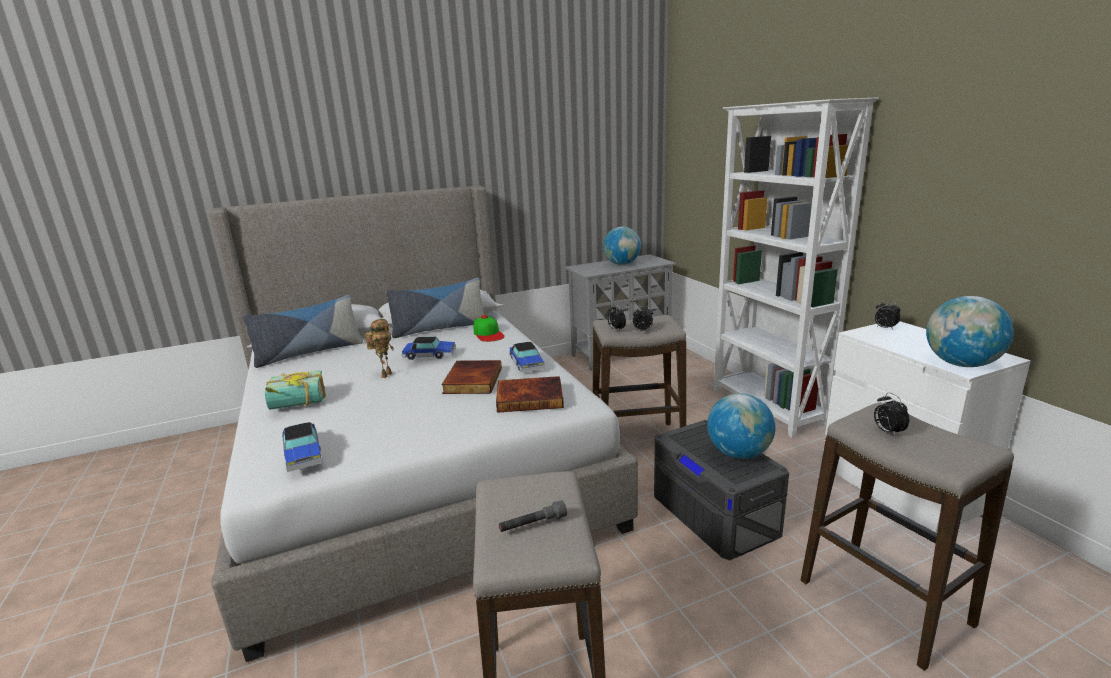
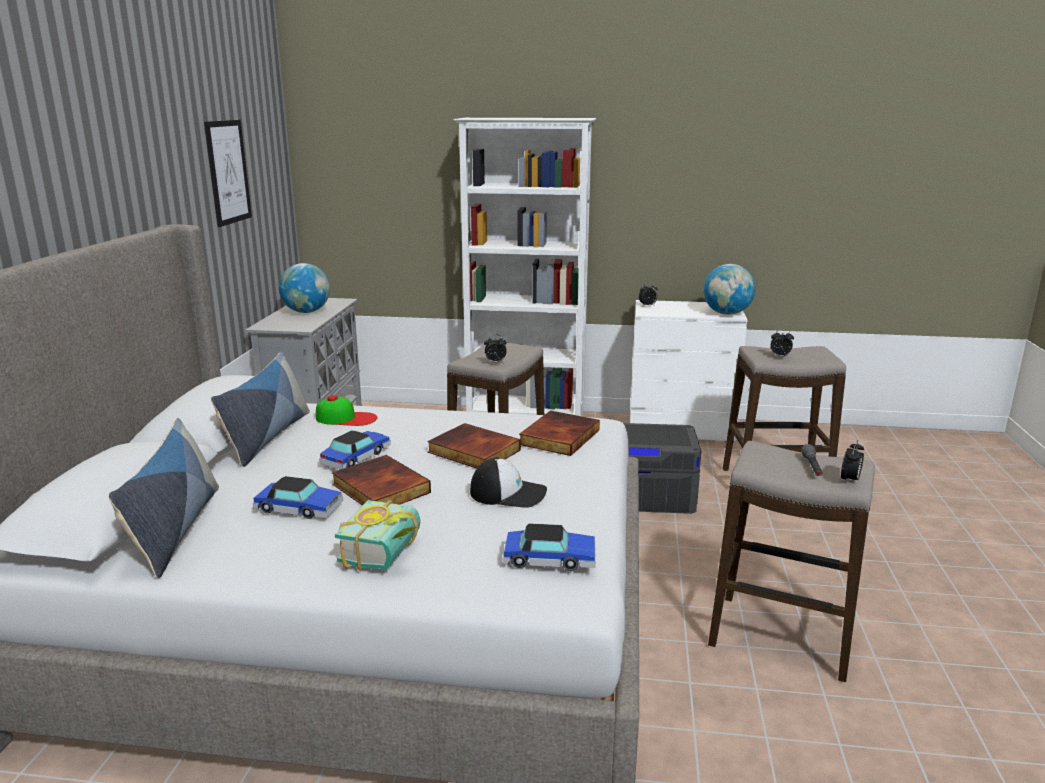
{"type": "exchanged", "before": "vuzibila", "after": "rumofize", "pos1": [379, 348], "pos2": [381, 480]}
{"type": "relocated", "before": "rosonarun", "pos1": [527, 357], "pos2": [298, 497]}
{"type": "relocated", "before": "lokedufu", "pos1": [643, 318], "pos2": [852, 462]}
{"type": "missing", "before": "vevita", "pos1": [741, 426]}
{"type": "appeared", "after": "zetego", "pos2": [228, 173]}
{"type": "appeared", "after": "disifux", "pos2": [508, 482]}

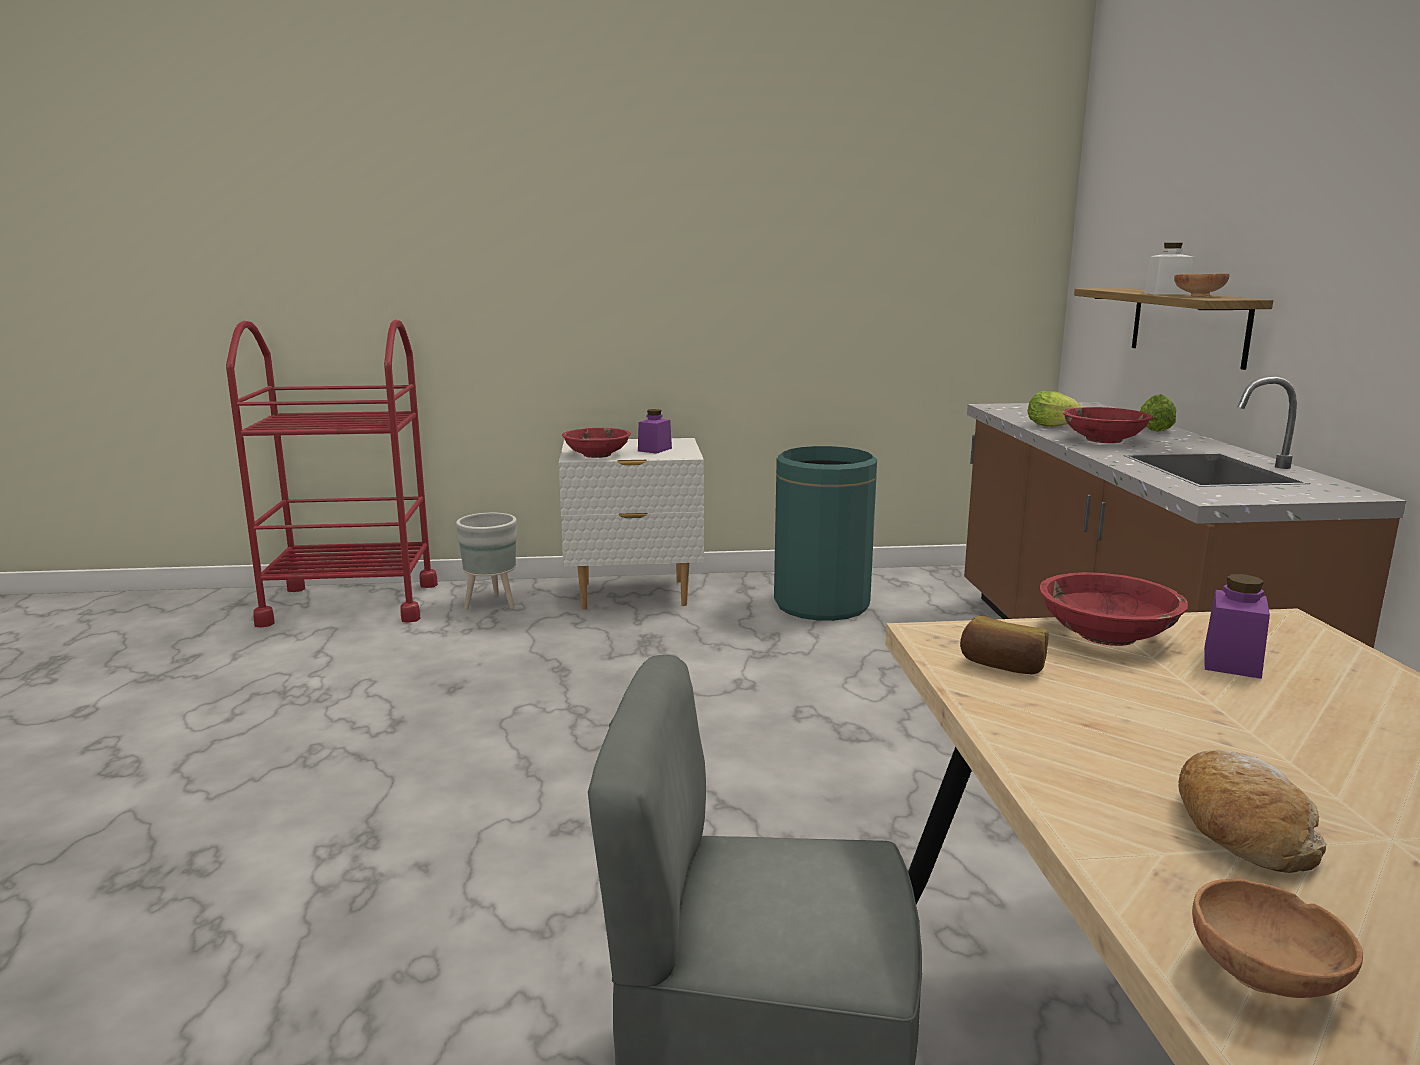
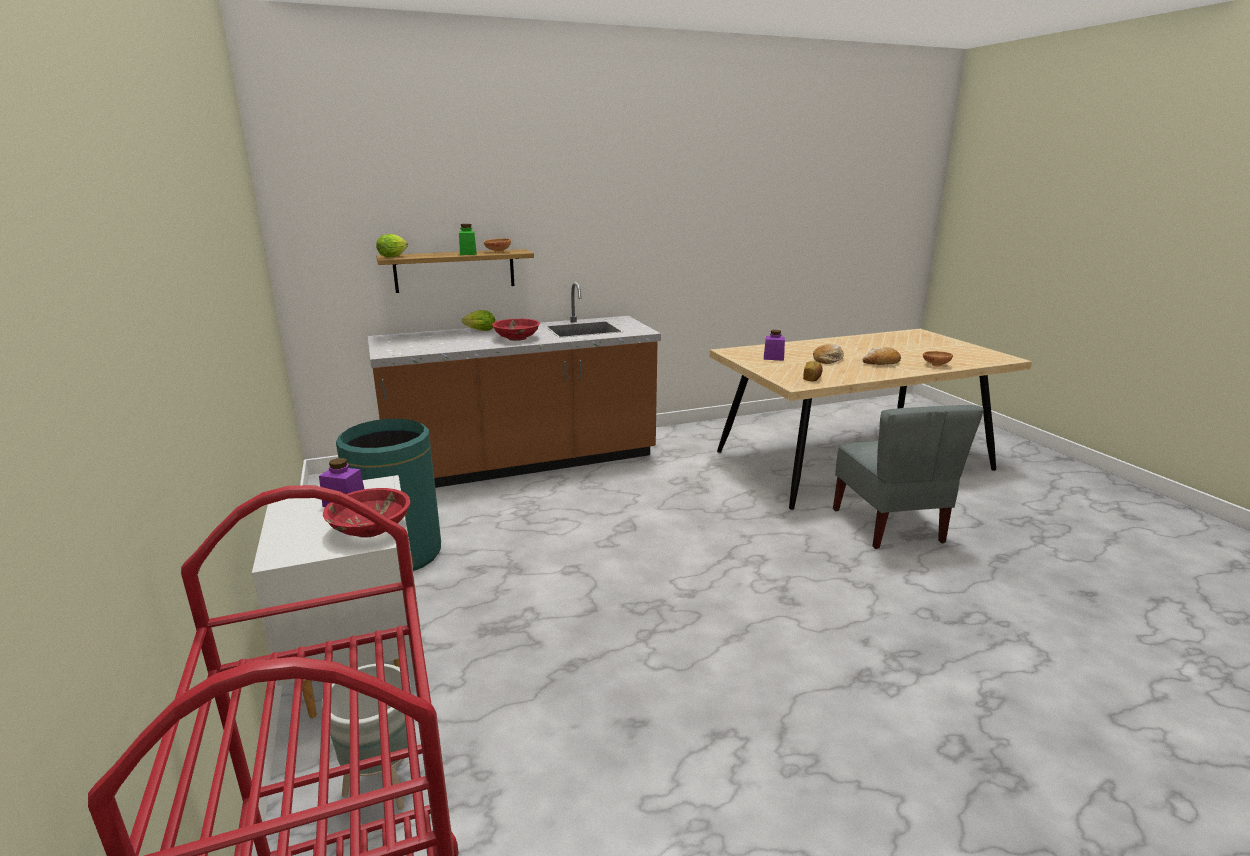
{"type": "relocated", "before": "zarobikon", "pos1": [1055, 409], "pos2": [392, 246]}
{"type": "missing", "before": "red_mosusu", "pos1": [1113, 609]}
{"type": "colour", "before": "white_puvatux", "after": "green_puvatux", "pos1": [1168, 269], "pos2": [468, 239]}
{"type": "appeared", "after": "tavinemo", "pos2": [828, 354]}

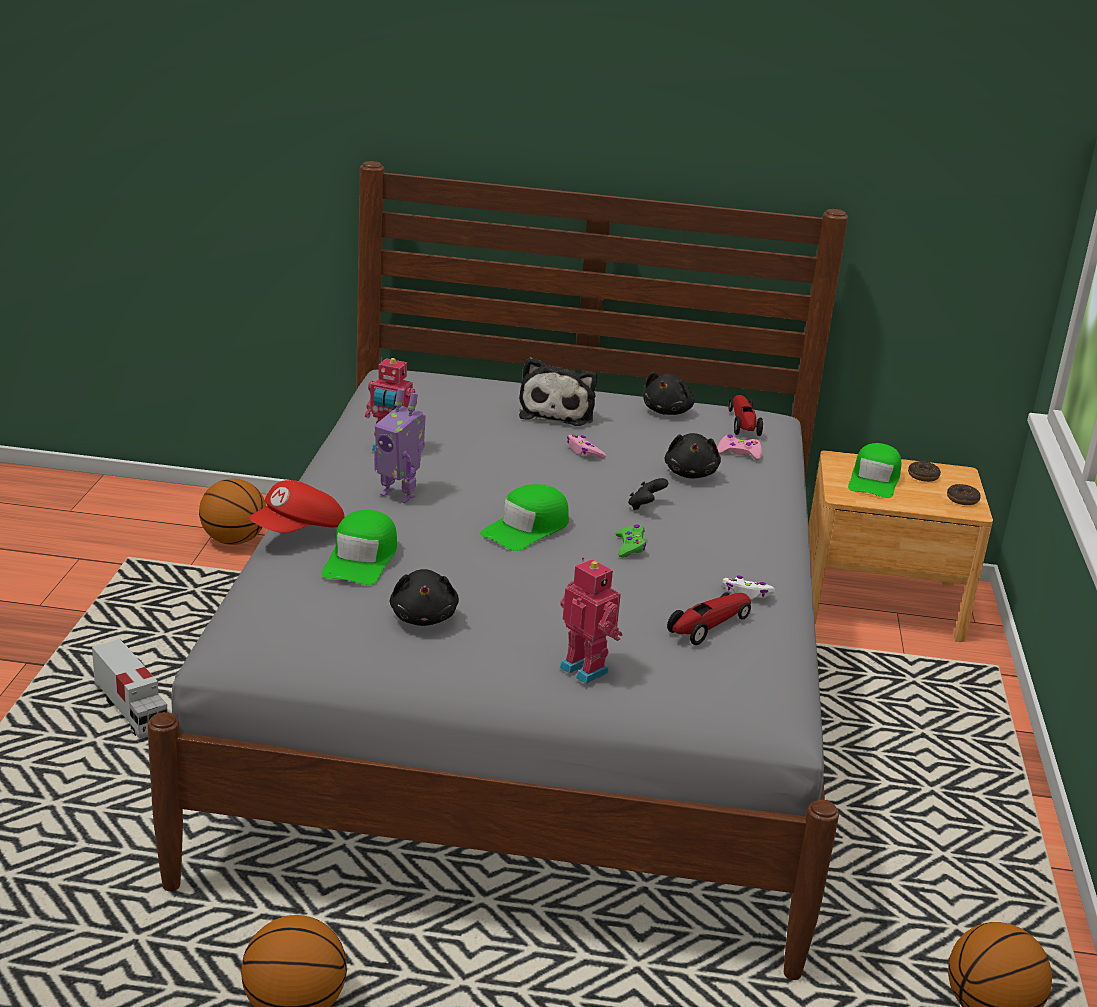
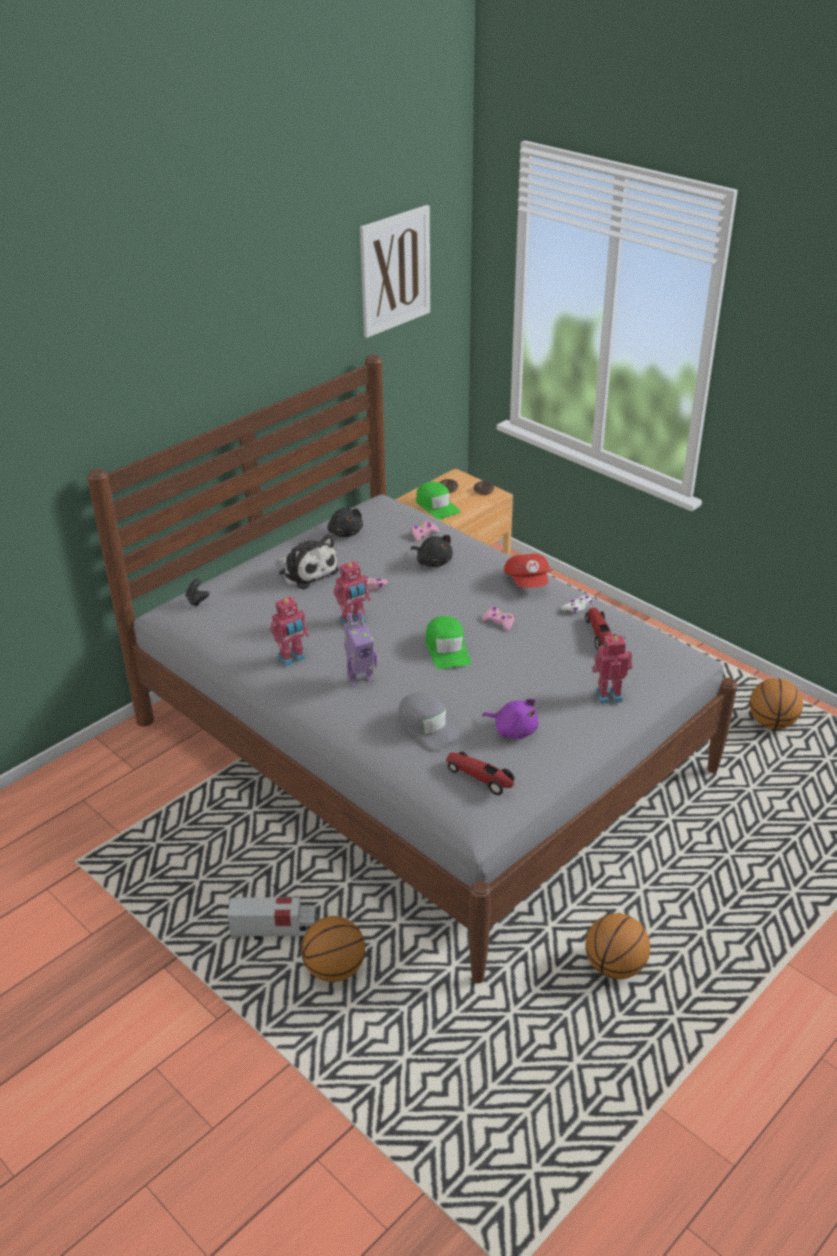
{"type": "relocated", "before": "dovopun", "pos1": [232, 512], "pos2": [333, 949]}
{"type": "relocated", "before": "red_disifux", "pos1": [297, 506], "pos2": [527, 570]}
{"type": "colour", "before": "green_disifux", "after": "grey_disifux", "pos1": [359, 547], "pos2": [430, 721]}
{"type": "colour", "before": "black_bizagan", "after": "purple_bizagan", "pos1": [424, 597], "pos2": [510, 719]}
{"type": "colour", "before": "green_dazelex", "after": "pink_dazelex", "pos1": [631, 540], "pos2": [498, 619]}
{"type": "relocated", "before": "black_dazelex", "pos1": [648, 494], "pos2": [197, 592]}
{"type": "relocated", "before": "rosonarun", "pos1": [746, 415], "pos2": [480, 773]}
{"type": "appeared", "after": "vuzibila", "pos2": [352, 592]}
{"type": "appeared", "after": "zetego", "pos2": [395, 271]}

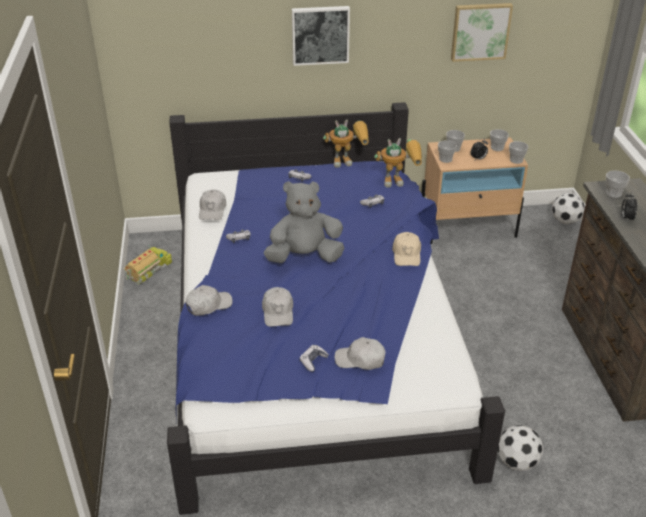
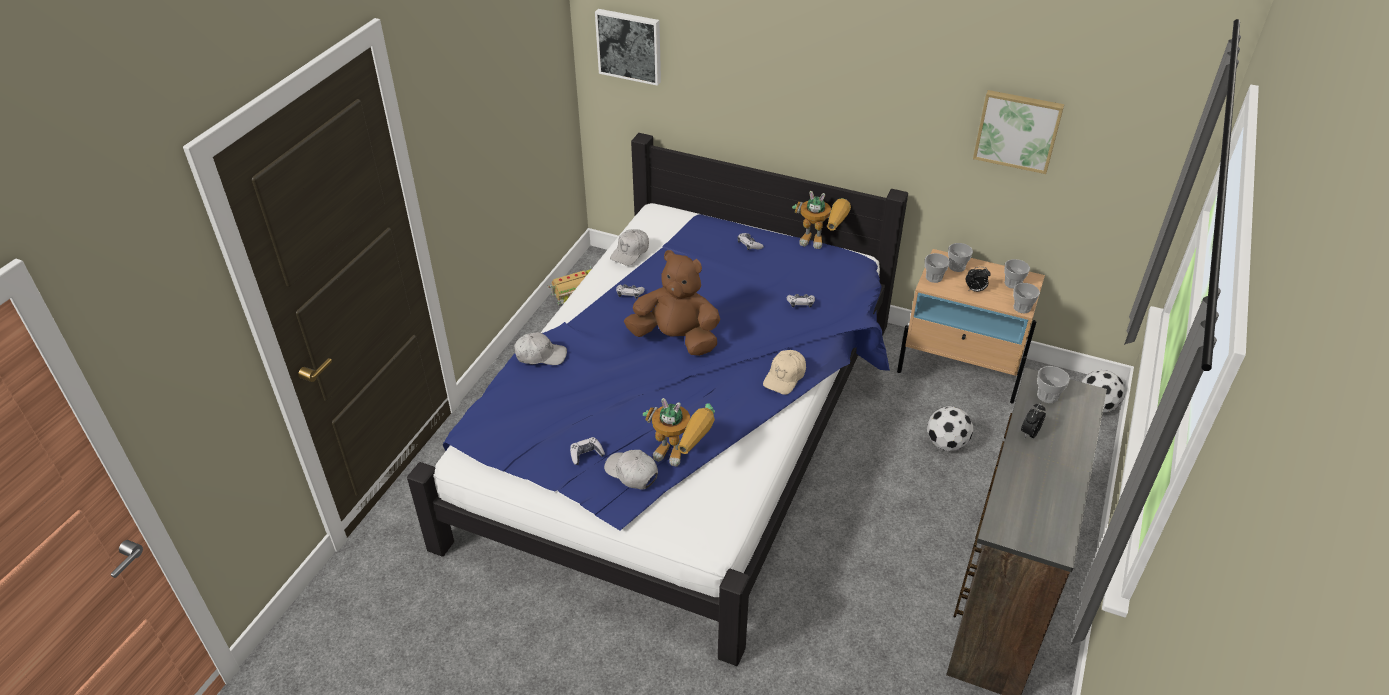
{"type": "missing", "before": "white_disifux", "pos1": [277, 307]}
{"type": "colour", "before": "grey_bizagan", "after": "brown_bizagan", "pos1": [304, 222], "pos2": [672, 303]}
{"type": "relocated", "before": "zetego", "pos1": [321, 36], "pos2": [628, 47]}
{"type": "relocated", "before": "vuzibila", "pos1": [398, 162], "pos2": [679, 432]}
{"type": "relocated", "before": "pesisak", "pos1": [520, 448], "pos2": [950, 428]}

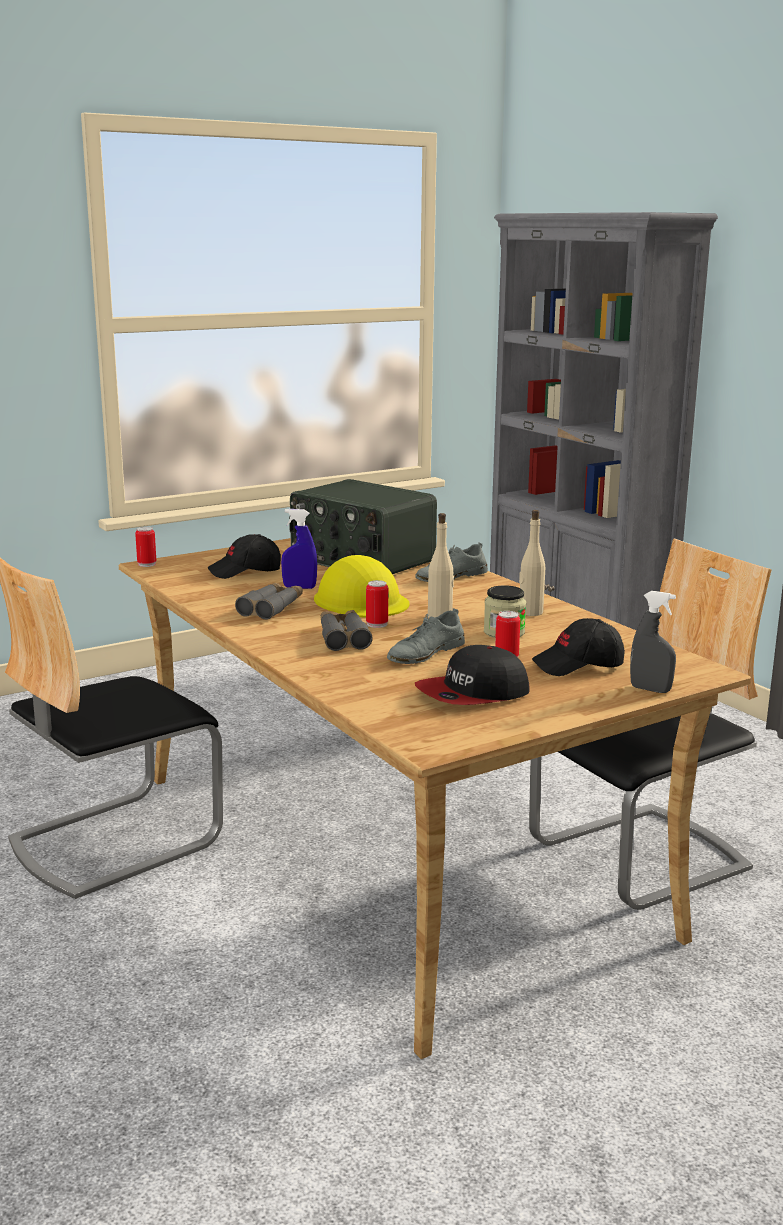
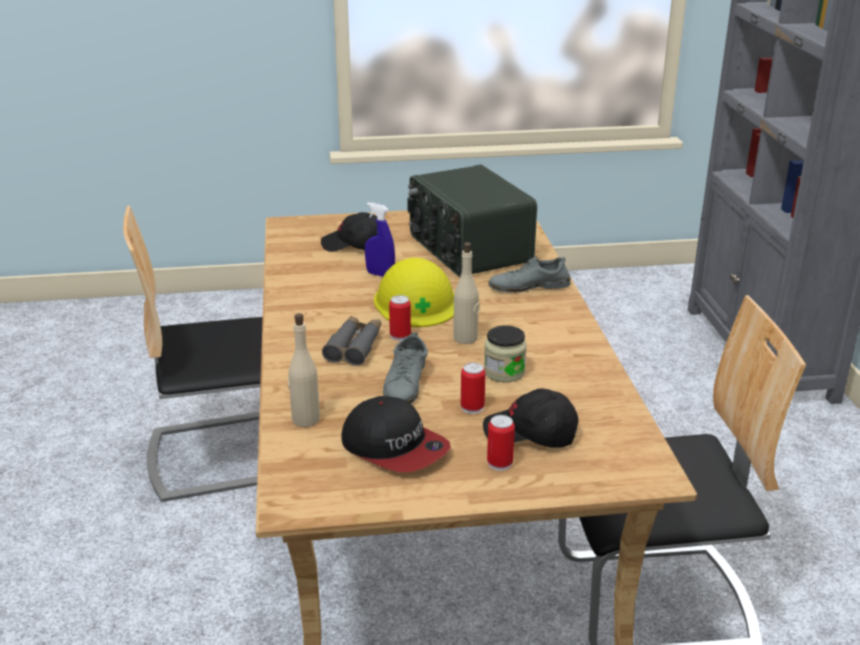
{"type": "relocated", "before": "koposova", "pos1": [145, 547], "pos2": [501, 443]}
{"type": "missing", "before": "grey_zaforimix", "pos1": [269, 601]}
{"type": "spun", "before": "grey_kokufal", "pos1": [426, 636], "pos2": [405, 368], "turn": -60}
{"type": "spun", "before": "disifux", "pos1": [472, 675], "pos2": [396, 434], "turn": -135}
{"type": "relocated", "before": "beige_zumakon", "pos1": [532, 563], "pos2": [304, 370]}
{"type": "missing", "before": "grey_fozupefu", "pos1": [653, 642]}

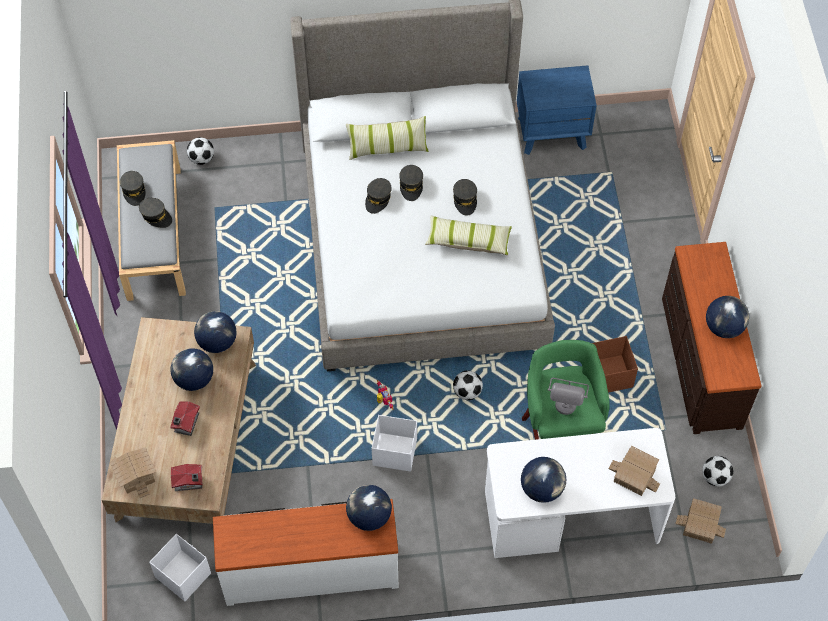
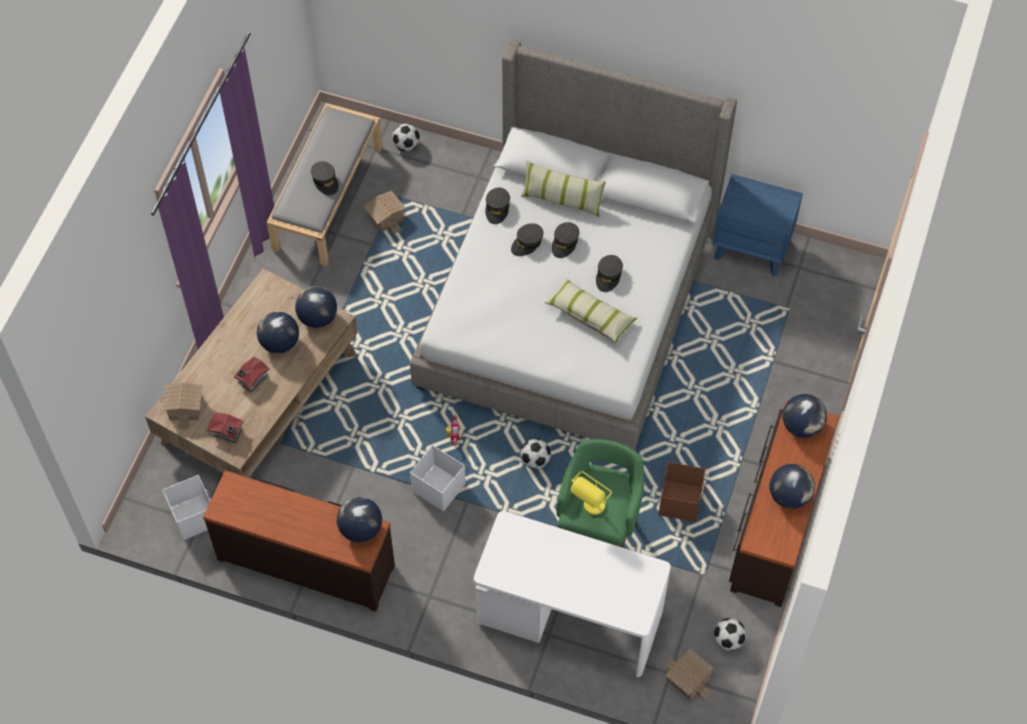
{"type": "relocated", "before": "grey_disifux", "pos1": [133, 188], "pos2": [497, 206]}
{"type": "colour", "before": "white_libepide", "after": "brown_libepide", "pos1": [306, 552], "pos2": [299, 540]}
{"type": "relocated", "before": "vevita", "pos1": [543, 480], "pos2": [804, 416]}
{"type": "colour", "before": "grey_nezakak", "after": "yellow_nezakak", "pos1": [568, 396], "pos2": [591, 493]}
{"type": "relocated", "before": "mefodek", "pos1": [634, 471], "pos2": [384, 212]}

